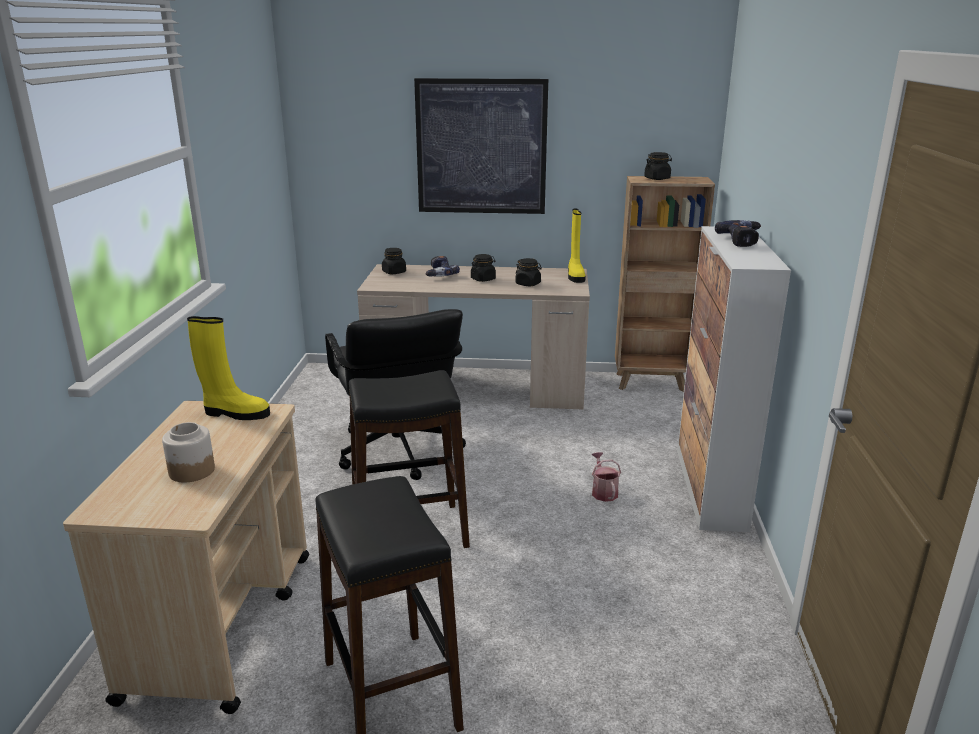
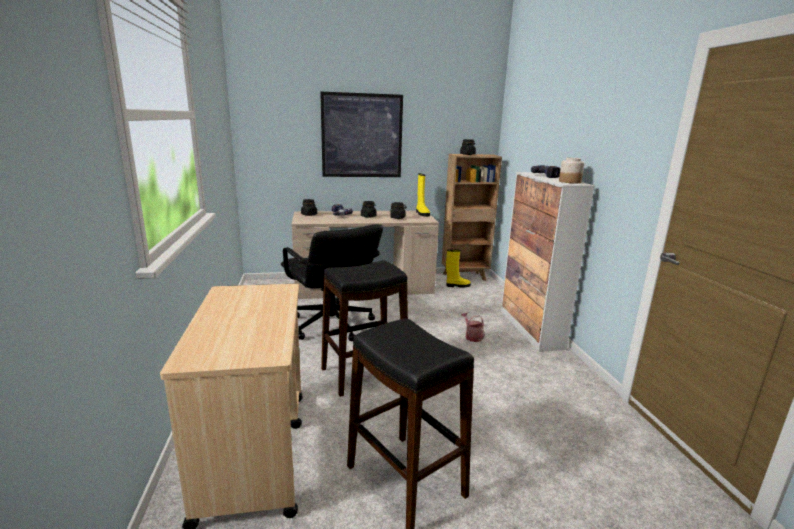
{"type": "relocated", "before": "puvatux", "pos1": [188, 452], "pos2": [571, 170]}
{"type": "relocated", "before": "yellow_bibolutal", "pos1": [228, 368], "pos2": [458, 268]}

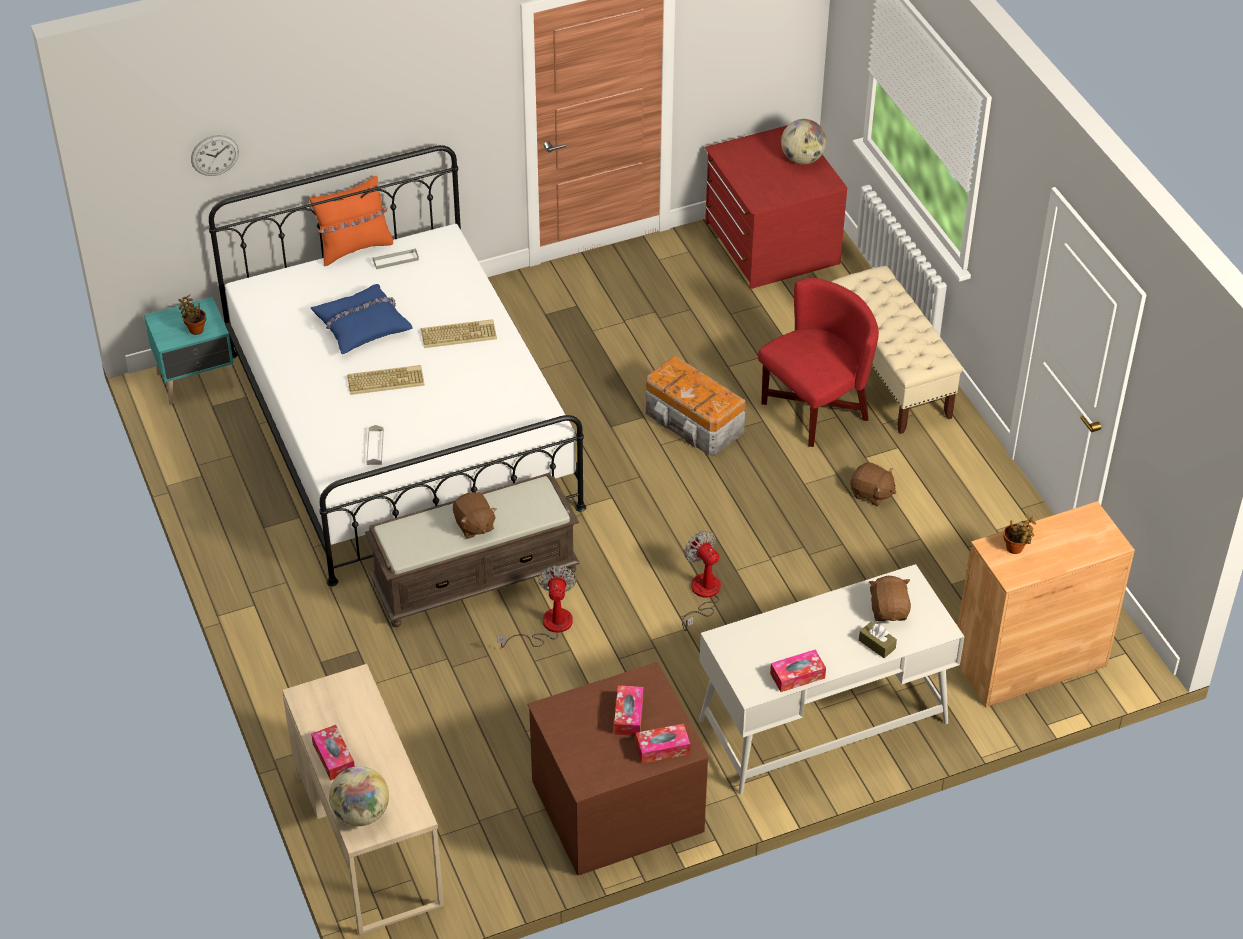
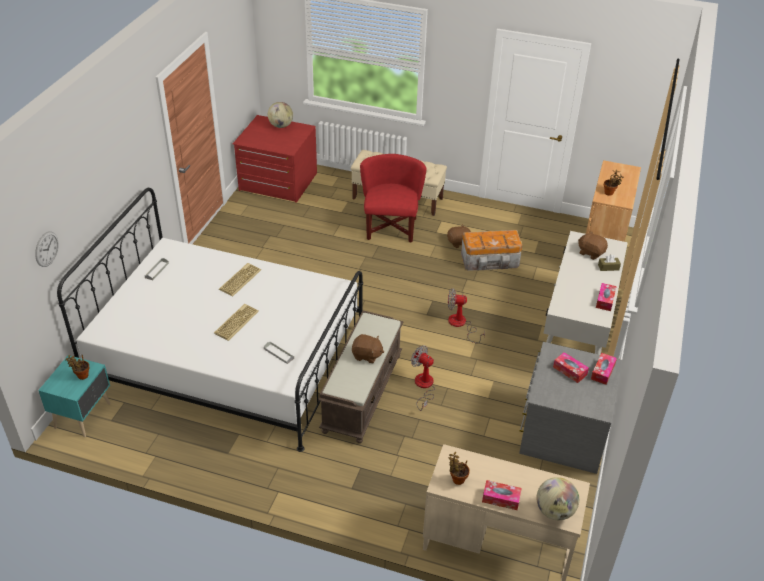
{"type": "missing", "before": "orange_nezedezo", "pos1": [351, 221]}
{"type": "missing", "before": "blue_nezedezo", "pos1": [361, 319]}
{"type": "colour", "before": "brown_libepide", "after": "grey_libepide", "pos1": [619, 768], "pos2": [570, 408]}
{"type": "relocated", "before": "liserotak", "pos1": [696, 405], "pos2": [491, 250]}
{"type": "appeared", "after": "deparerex", "pos2": [459, 468]}

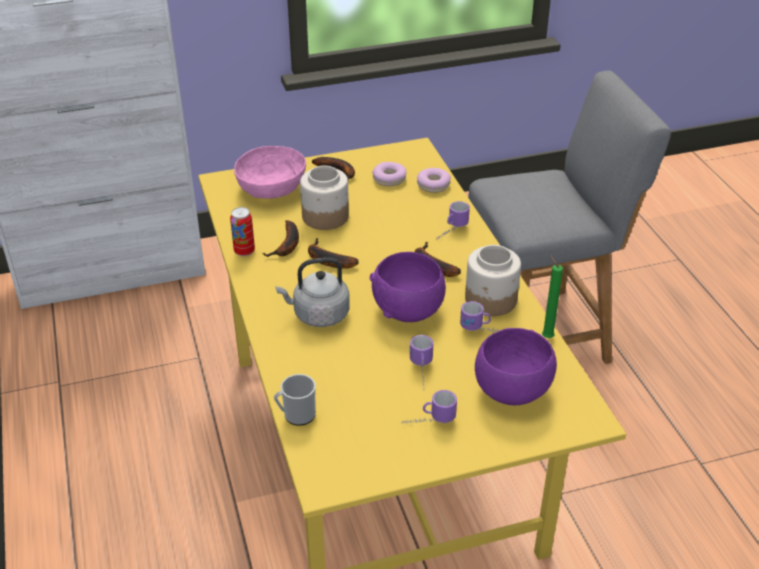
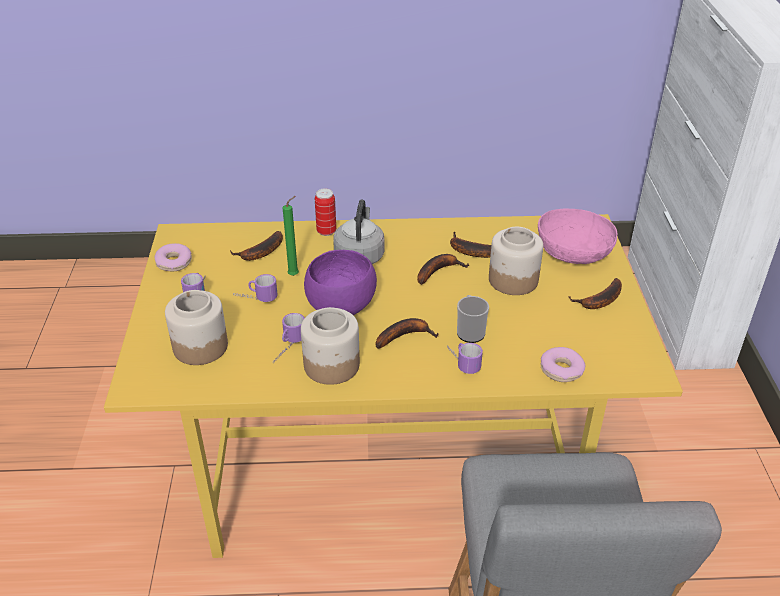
{"type": "relocated", "before": "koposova", "pos1": [242, 231], "pos2": [325, 212]}
{"type": "relocated", "before": "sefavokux", "pos1": [295, 400], "pos2": [473, 319]}
{"type": "relocated", "before": "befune", "pos1": [389, 174], "pos2": [173, 257]}
{"type": "exchanged", "before": "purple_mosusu", "after": "puvatux", "pos1": [516, 367], "pos2": [196, 327]}
{"type": "relocated", "before": "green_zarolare", "pos1": [552, 296], "pos2": [290, 236]}
{"type": "appeared", "after": "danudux", "pos2": [256, 246]}

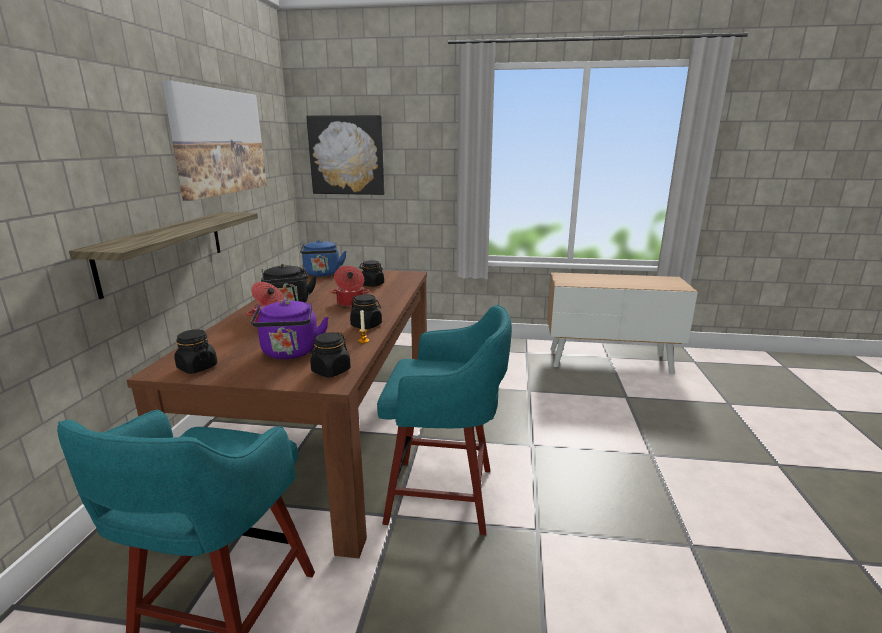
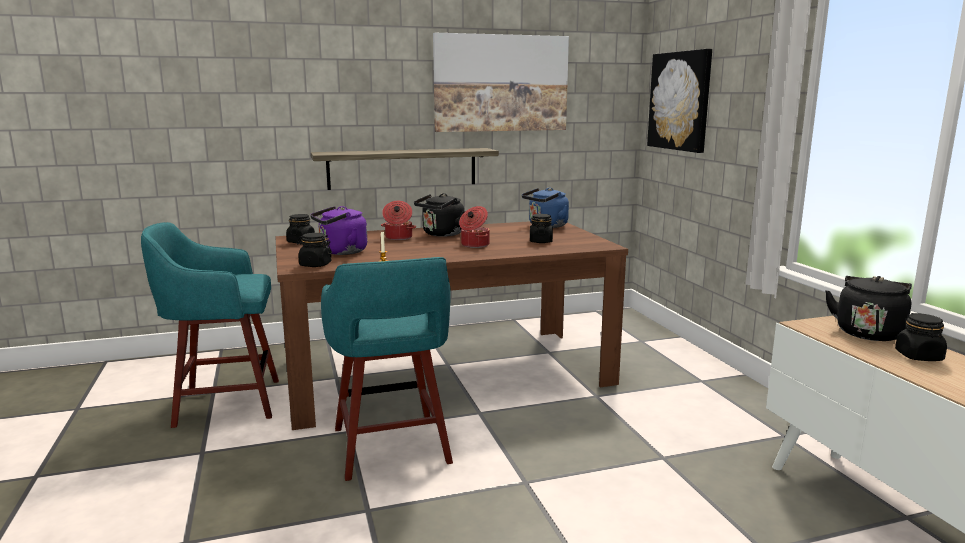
{"type": "relocated", "before": "black_puvatux", "pos1": [366, 311], "pos2": [921, 337]}
{"type": "appeared", "after": "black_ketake", "pos2": [868, 308]}

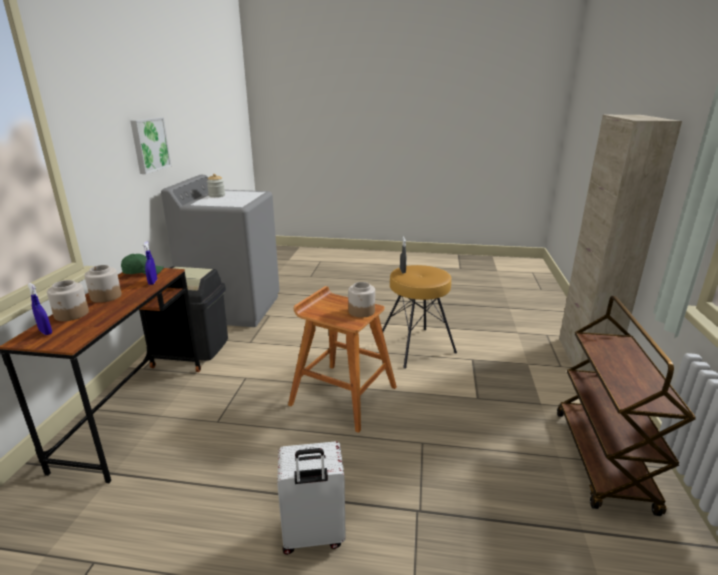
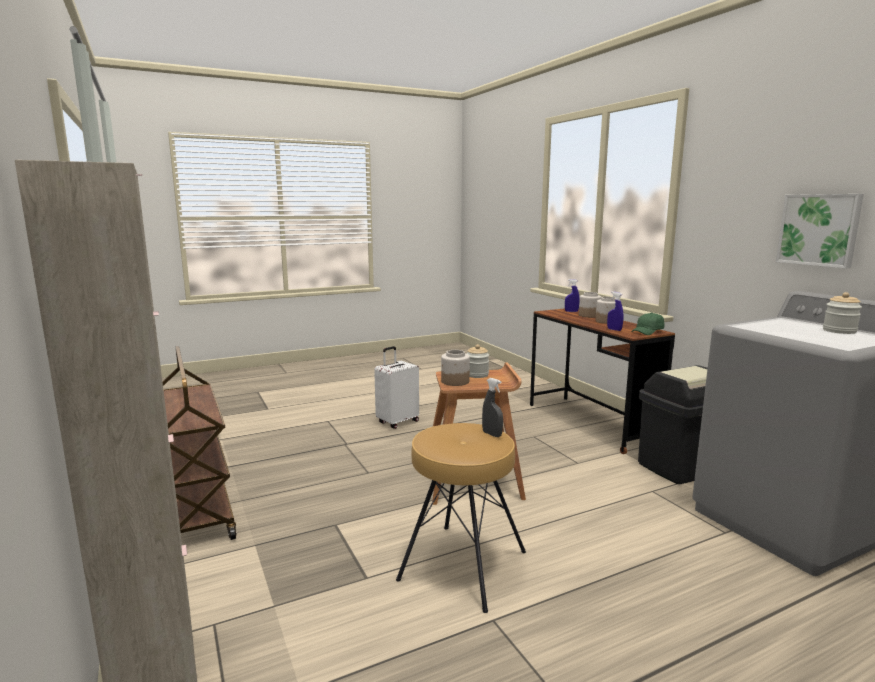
{"type": "appeared", "after": "puvatux", "pos2": [478, 361]}

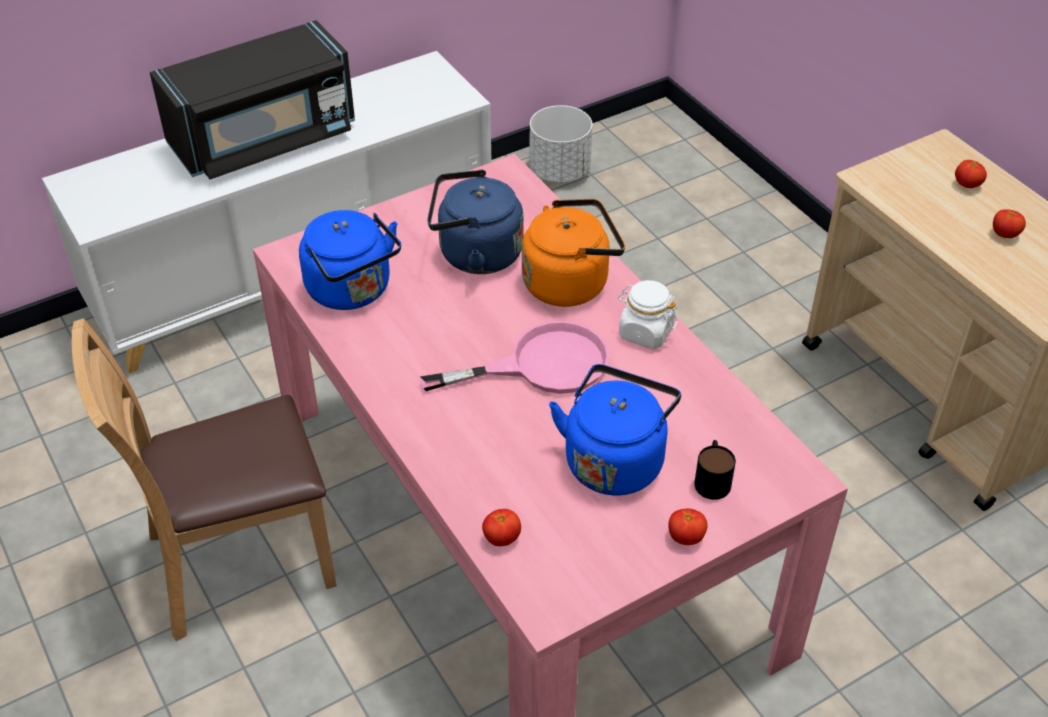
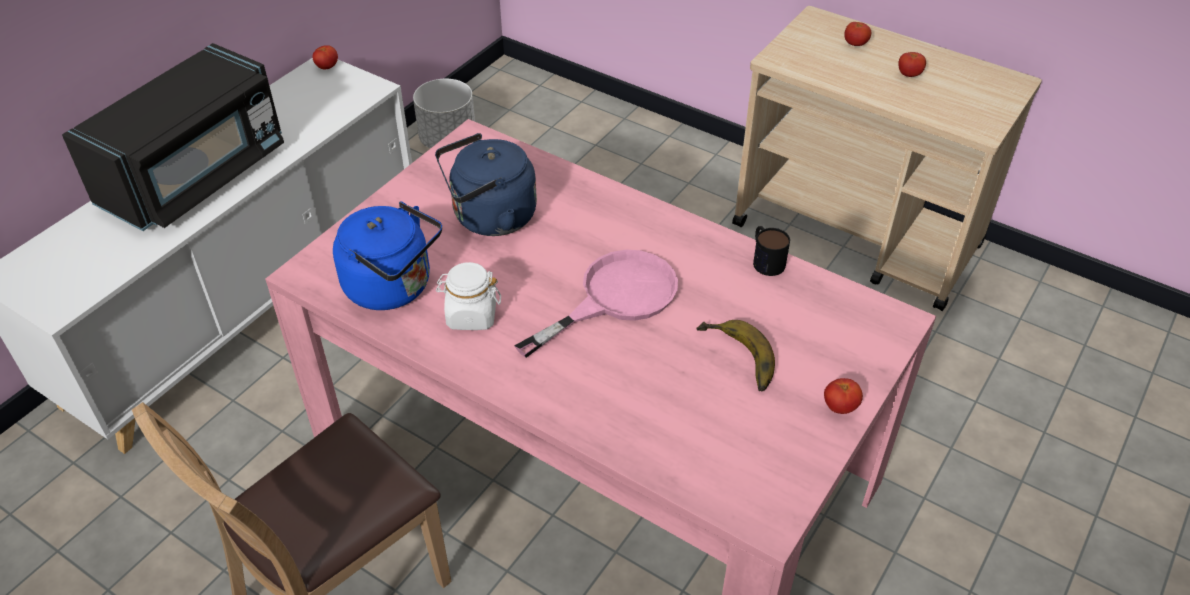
{"type": "relocated", "before": "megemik", "pos1": [501, 527], "pos2": [325, 57]}
{"type": "missing", "before": "orange_ketake", "pos1": [573, 253]}
{"type": "exchanged", "before": "blue_ketake", "after": "danudux", "pos1": [615, 429], "pos2": [735, 355]}
{"type": "relocated", "before": "white_puvatux", "pos1": [648, 314], "pos2": [468, 296]}
{"type": "relocated", "before": "sefavokux", "pos1": [715, 470], "pos2": [771, 251]}

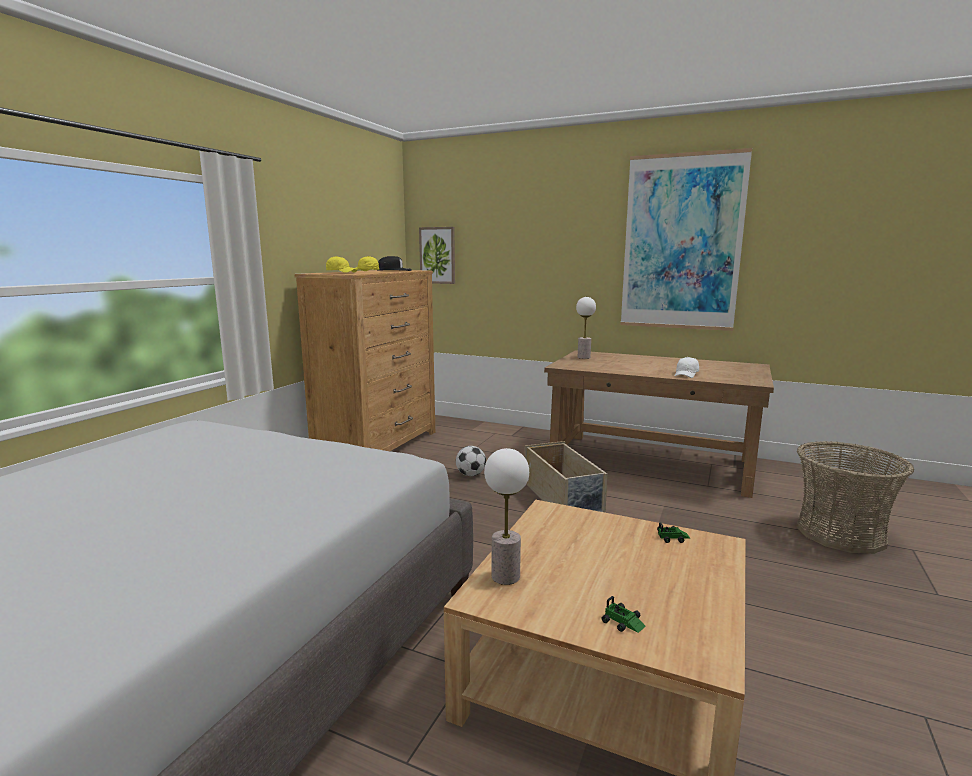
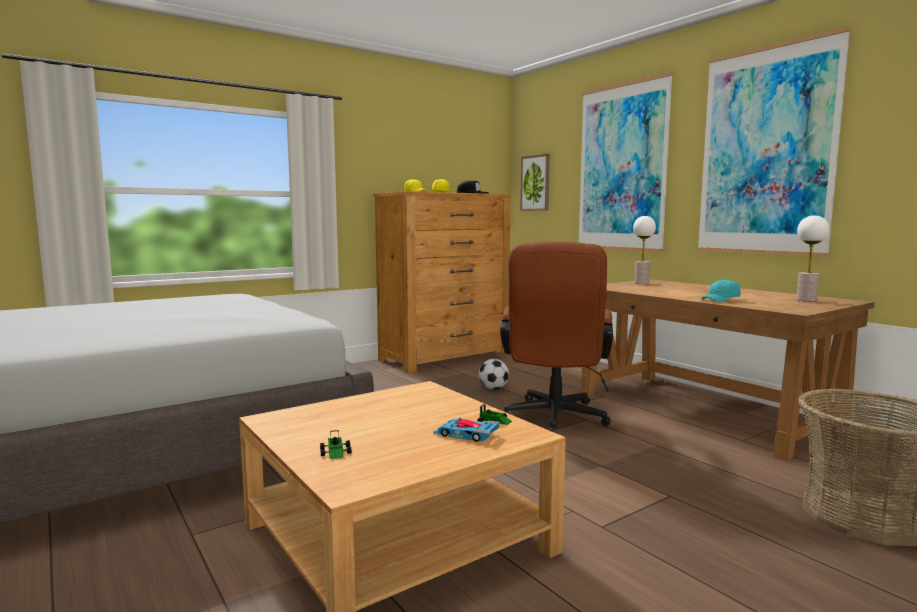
{"type": "relocated", "before": "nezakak", "pos1": [506, 516], "pos2": [812, 258]}
{"type": "exchanged", "before": "beige_liserotak", "after": "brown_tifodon", "pos1": [566, 477], "pos2": [556, 337]}
{"type": "colour", "before": "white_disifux", "after": "turquoise_disifux", "pos1": [687, 367], "pos2": [721, 291]}
{"type": "appeared", "after": "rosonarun", "pos2": [467, 429]}
{"type": "appeared", "after": "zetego", "pos2": [626, 162]}

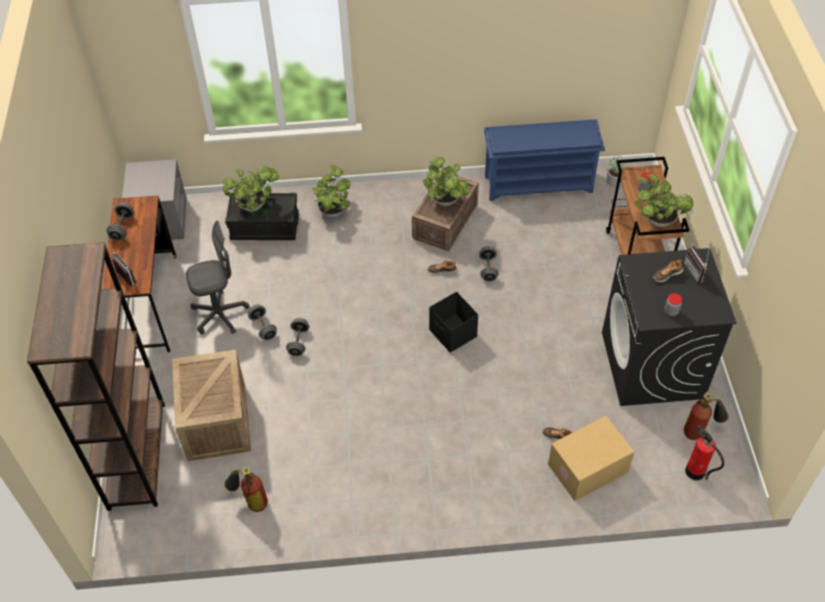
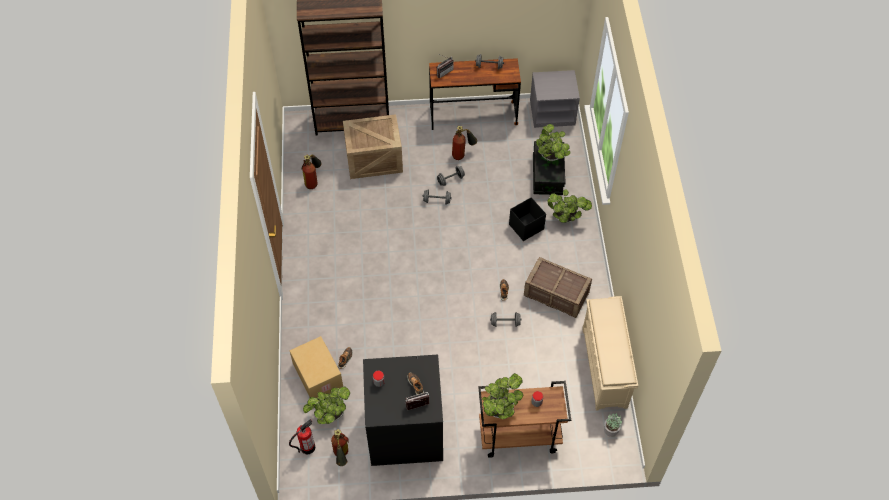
{"type": "exchanged", "before": "grey_tifodon", "after": "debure", "pos1": [217, 277], "pos2": [464, 143]}
{"type": "relocated", "before": "deparerex", "pos1": [446, 181], "pos2": [326, 405]}
{"type": "relocated", "before": "black_liserotak", "pos1": [453, 322], "pos2": [527, 219]}
{"type": "colour", "before": "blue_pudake", "after": "beige_pudake", "pos1": [544, 160], "pos2": [610, 353]}

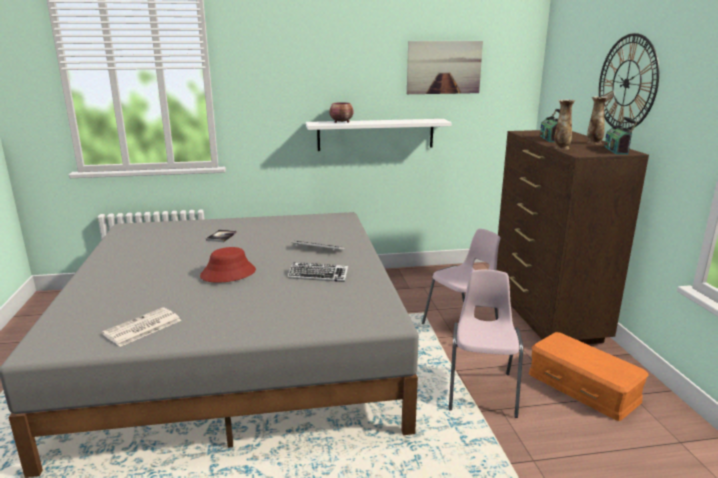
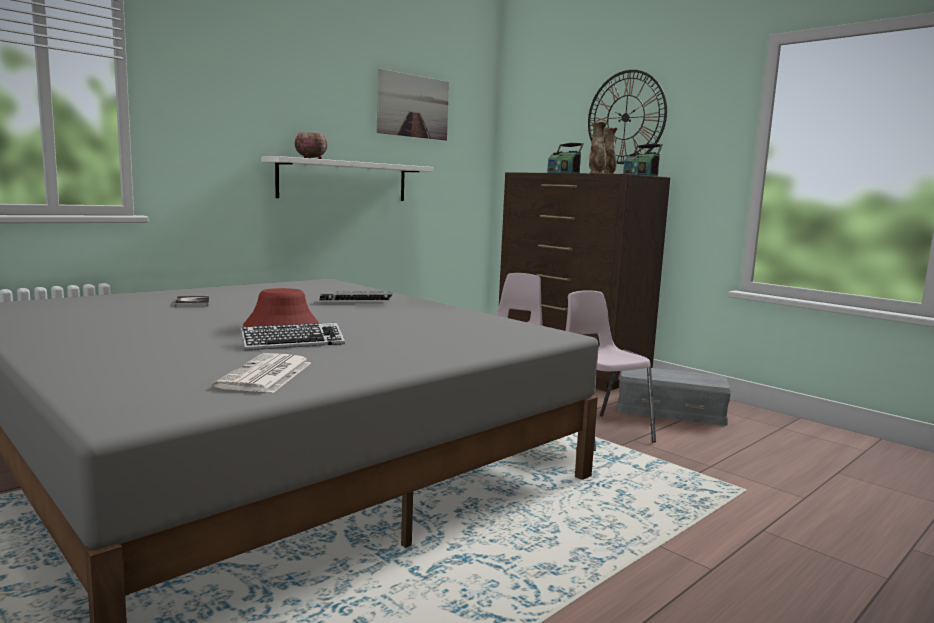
{"type": "relocated", "before": "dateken", "pos1": [318, 272], "pos2": [292, 337]}
{"type": "colour", "before": "orange_liserotak", "after": "grey_liserotak", "pos1": [589, 376], "pos2": [674, 397]}

